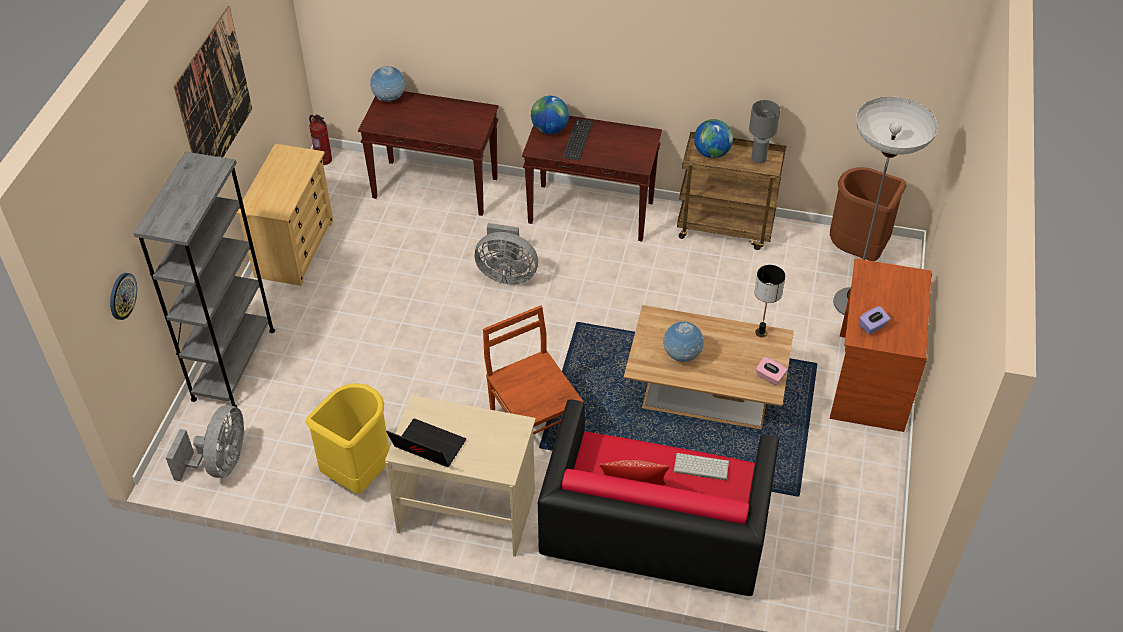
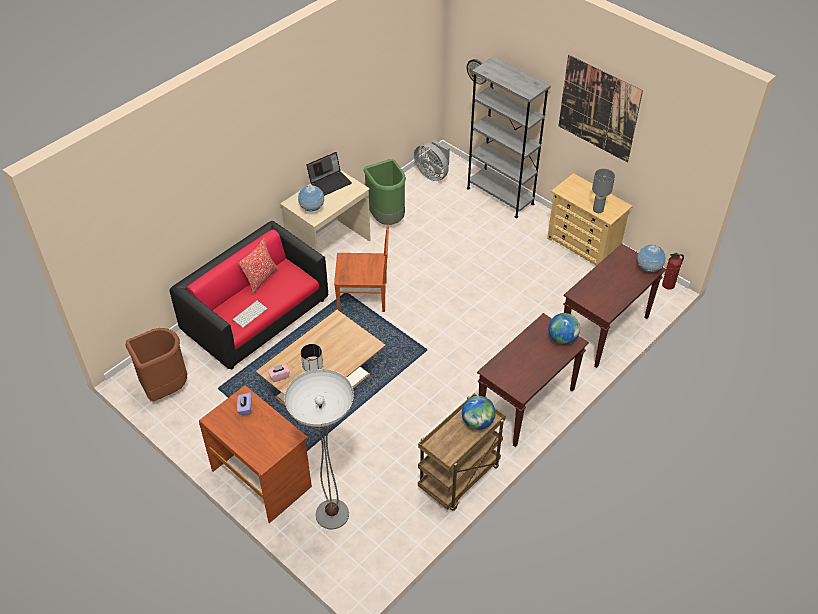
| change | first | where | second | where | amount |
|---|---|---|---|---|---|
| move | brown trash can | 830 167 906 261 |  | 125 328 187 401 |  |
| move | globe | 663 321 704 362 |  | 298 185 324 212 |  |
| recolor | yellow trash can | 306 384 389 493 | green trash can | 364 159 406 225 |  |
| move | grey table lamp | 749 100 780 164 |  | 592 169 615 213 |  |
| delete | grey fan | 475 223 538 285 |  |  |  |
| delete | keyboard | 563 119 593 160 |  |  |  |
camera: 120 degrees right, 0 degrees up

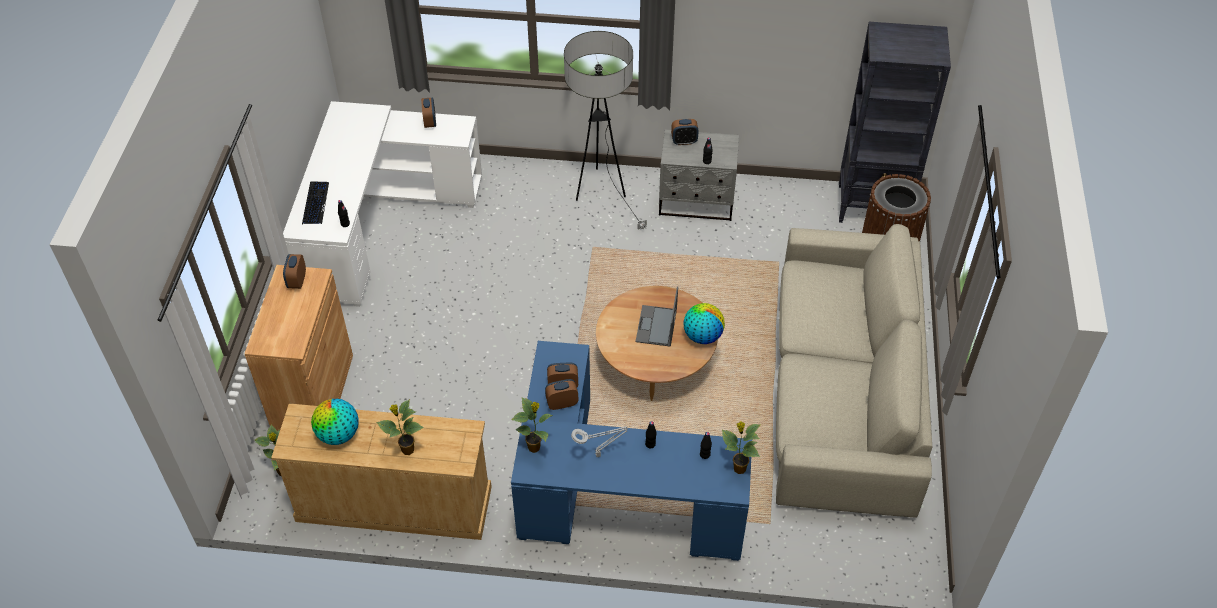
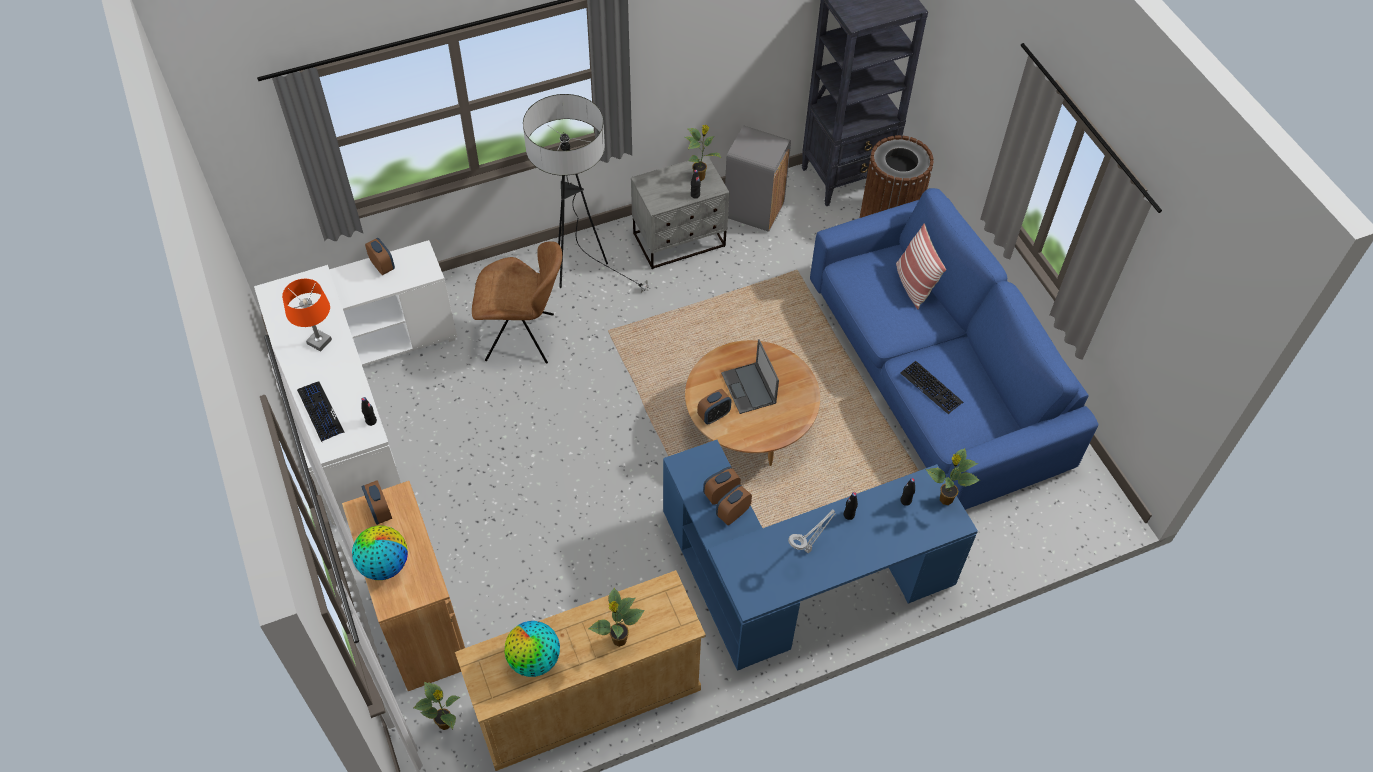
| change | first | where | second | where | amount |
|---|---|---|---|---|---|
| insert |  |  | orange table lamp | 282 279 332 351 |  |
| move | globe | 683 303 725 344 |  | 352 525 408 580 |  |
| insert |  |  | brown chair | 472 241 562 364 |  |
| move | potted plant | 511 398 553 453 |  | 685 125 721 181 |  |
| move | alarm clock | 671 119 699 145 |  | 697 389 731 424 |  |
| insert |  |  | grey trash can | 725 126 791 232 |  |
| recolor | beige sofa | 776 224 932 518 | blue sofa | 810 188 1098 510 |  |
| insert |  |  | pillow | 896 223 946 309 |  |
| insert |  |  | keyboard | 901 361 963 414 |  |
camera: 30 degrees left, 5 degrees up

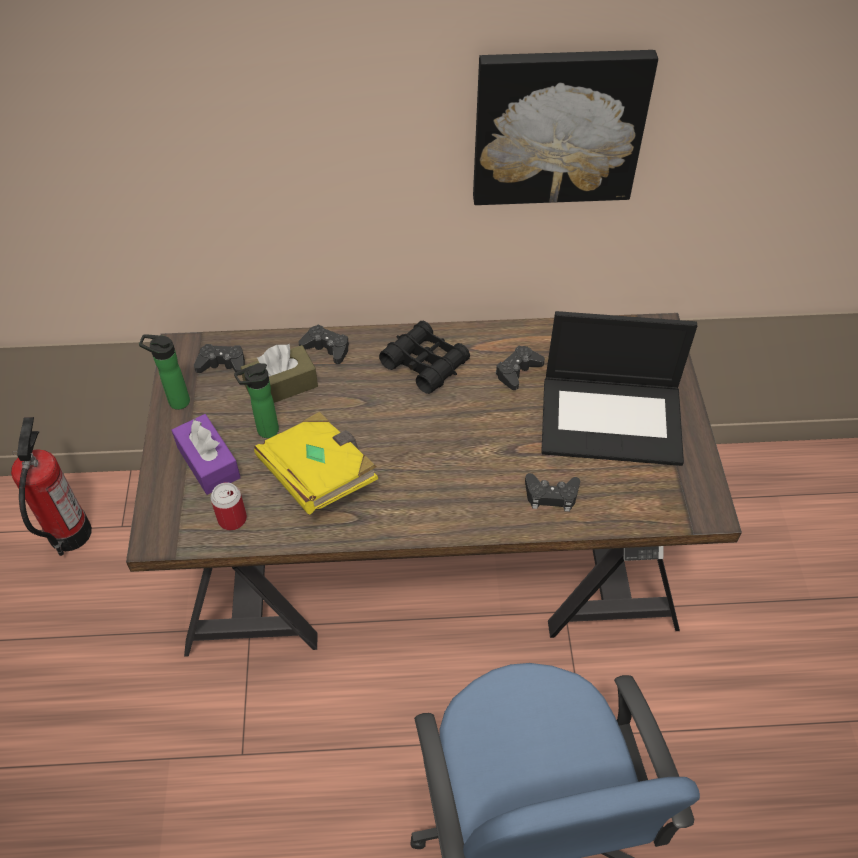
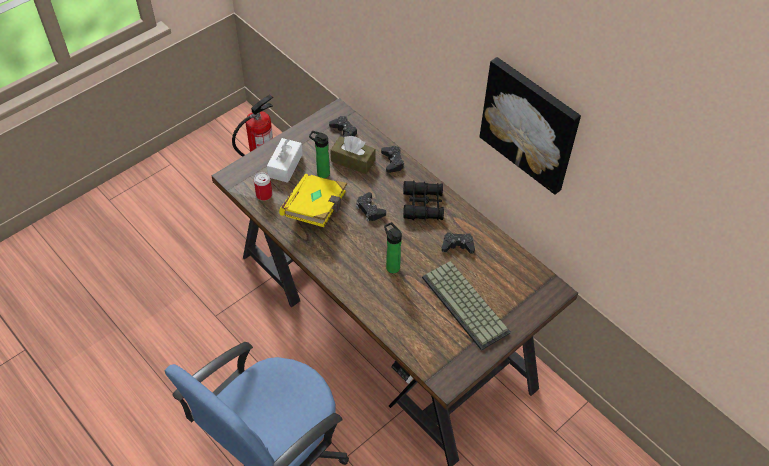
| change | first | where | second | where | amount |
|---|---|---|---|---|---|
| recolor | purple tissue box | 171 414 241 495 | white tissue box | 267 138 303 183 |  |
| move | black game controller | 525 473 580 512 |  | 356 192 386 221 |  |
| move | bottle | 139 334 190 410 |  | 384 222 402 273 |  |
| replace | laptop | 541 311 697 466 | keyboard | 422 261 511 351 |  |
camera: 50 degrees right, 0 degrees up

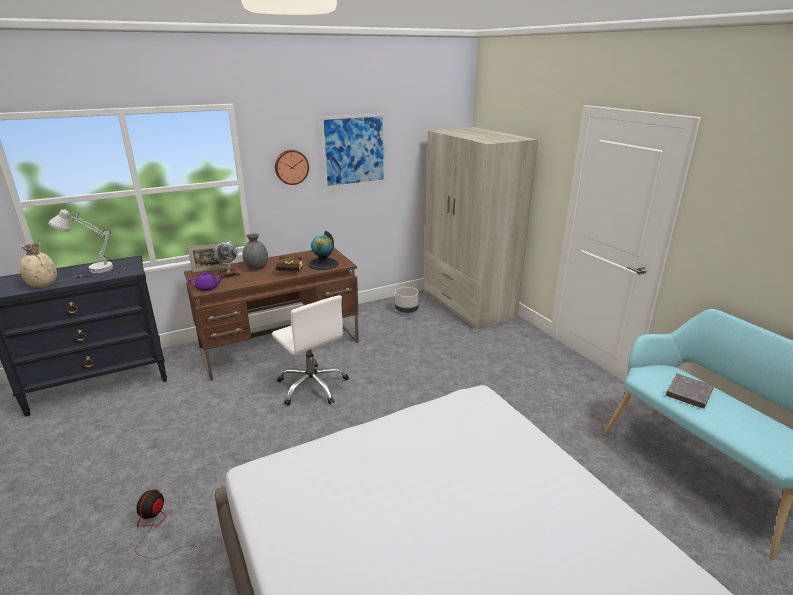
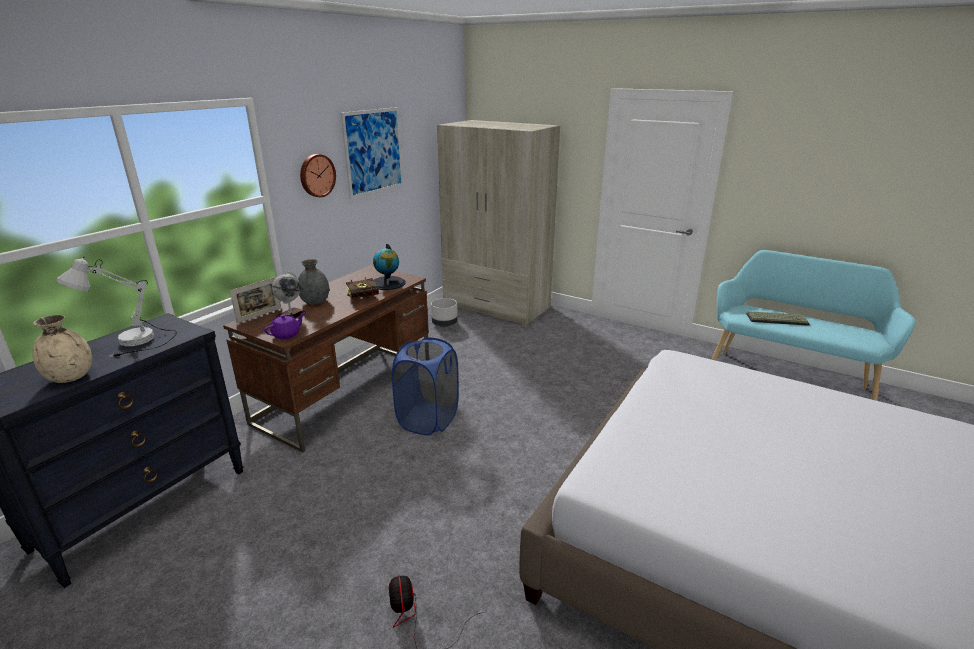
| change | first | where | second | where | amount |
|---|---|---|---|---|---|
| replace | white office chair | 272 295 349 406 | blue laundry basket | 392 337 459 435 |  |
| replace | grey book | 666 374 714 409 | keyboard | 746 311 810 326 |  |
camera: 30 degrees left, 0 degrees up

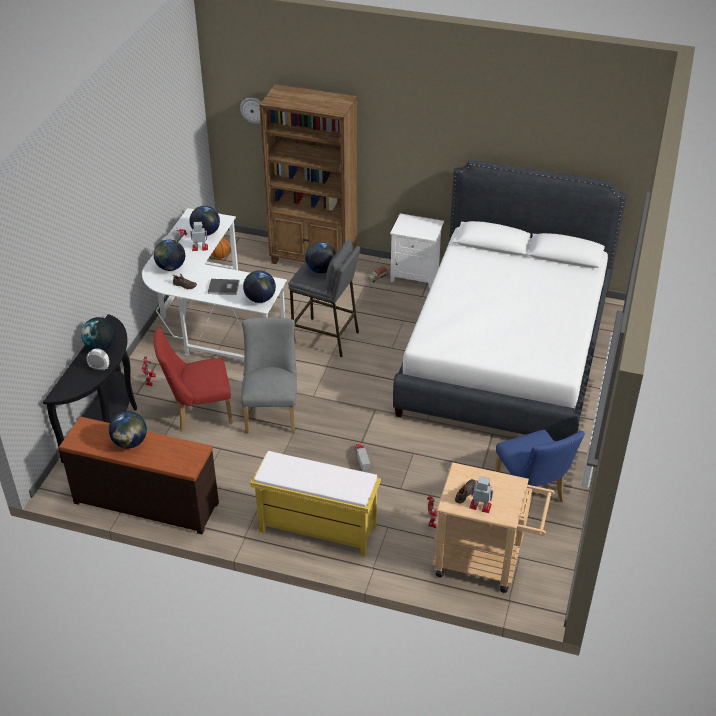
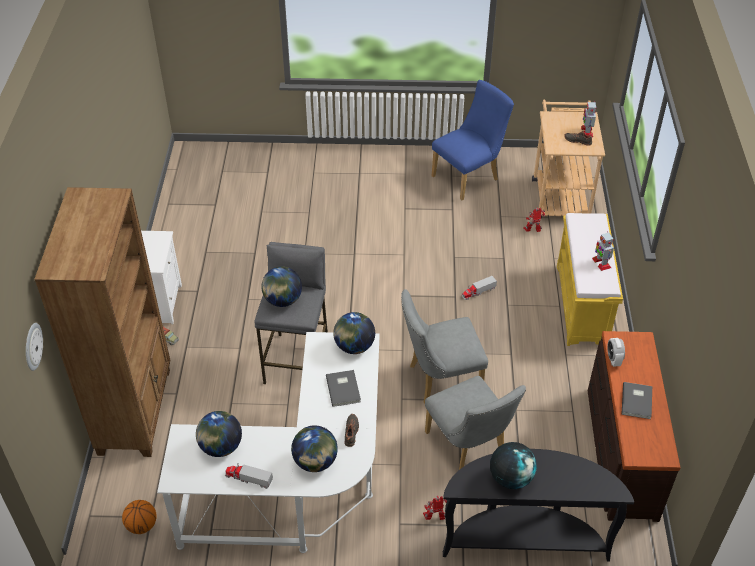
| change | first | where | second | where | amount |
|---|---|---|---|---|---|
| recolor | red chair | 154 328 233 431 | grey chair | 425 376 526 470 |  |
| move | toy robot | 190 222 208 251 |  | 592 231 614 271 |  |
| move | alarm clock | 87 348 109 370 |  | 607 338 625 367 |  |
| replace | globe | 109 411 147 448 | grey book | 622 382 652 419 |  |
| delete | white bed | 393 160 627 441 |  |  |  |
camera: 105 degrees left, 5 degrees up

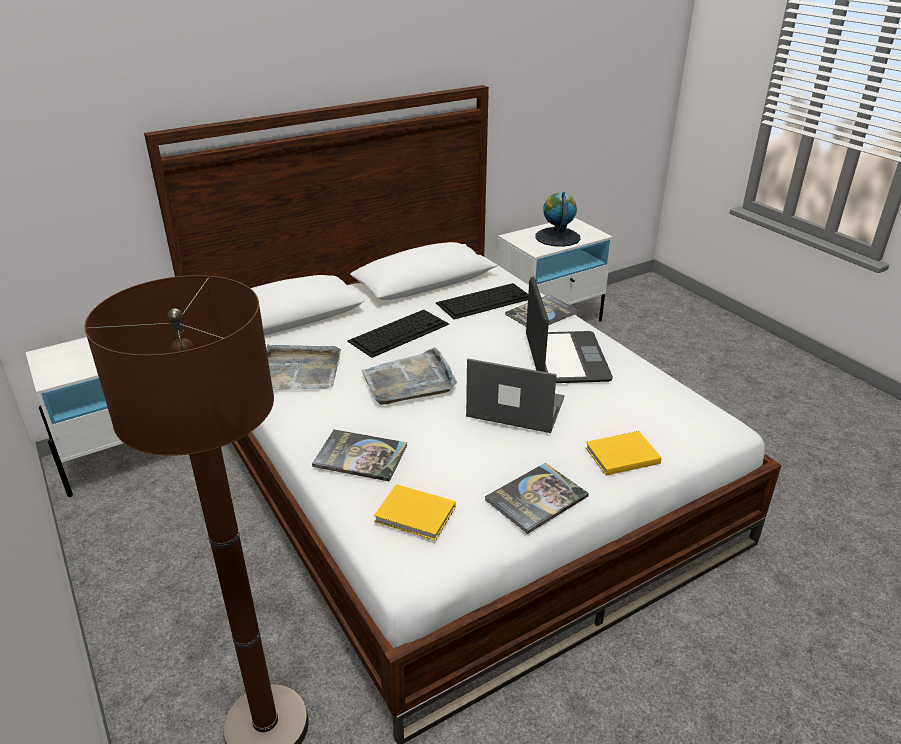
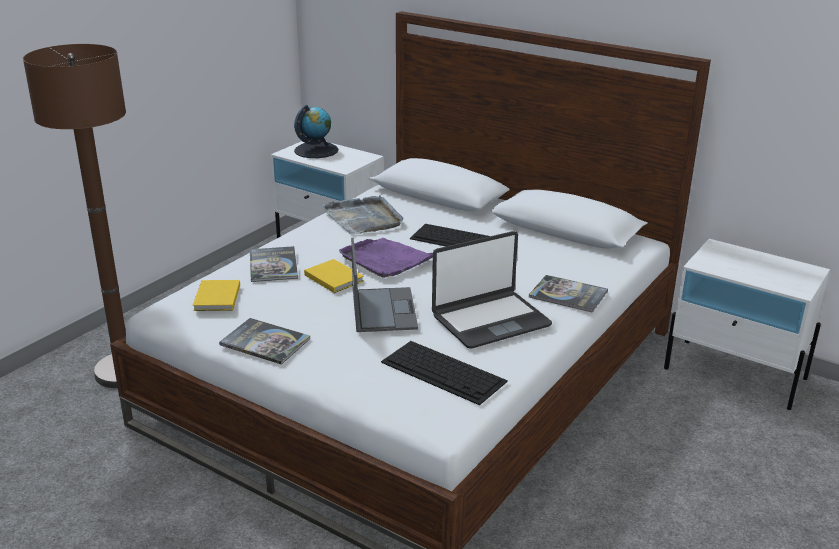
| change | first | where | second | where | amount |
|---|---|---|---|---|---|
| move | globe | 535 192 580 247 |  | 294 105 338 158 |  |
| move | yellow book | 585 431 662 475 |  | 304 259 364 293 |  |
| recolor | grey tray | 362 347 457 405 | purple tray | 339 238 433 278 |  |
| move | keyboard | 436 283 528 319 |  | 381 341 508 405 |  |
camera: 65 degrees right, 5 degrees down

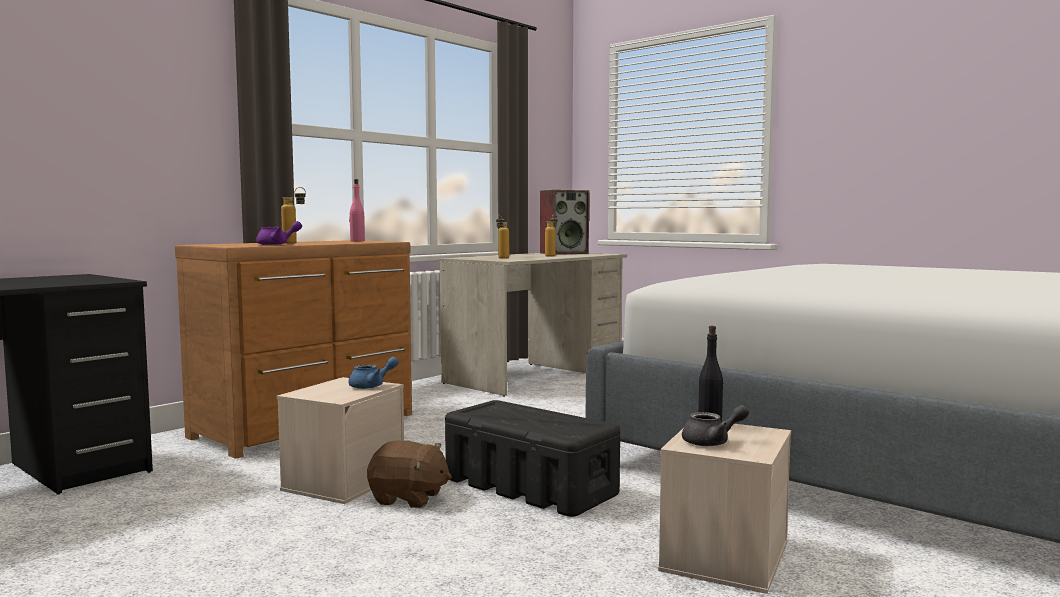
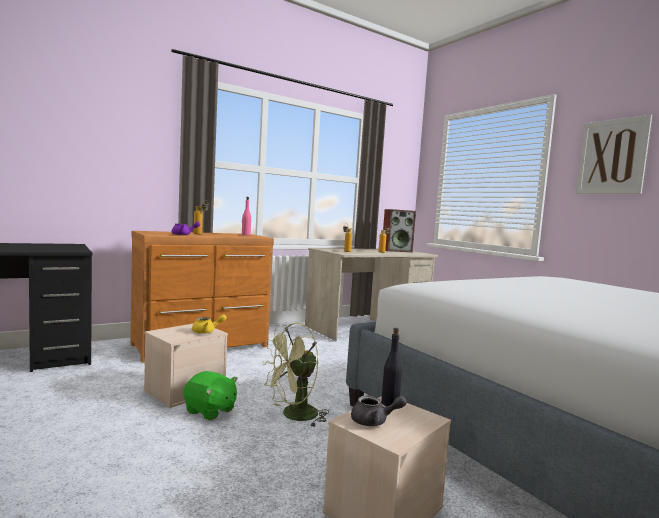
| change | first | where | second | where | amount |
|---|---|---|---|---|---|
| recolor | brown plush toy | 367 440 452 508 | green plush toy | 183 371 238 420 |  |
| recolor | blue teapot | 349 357 399 389 | yellow teapot | 192 314 227 334 |  |
| replace | black storage box | 445 400 620 517 | green fan | 262 322 329 427 |  |
| insert |  |  | picture | 576 115 652 194 |  |
camera: 15 degrees right, 0 degrees up

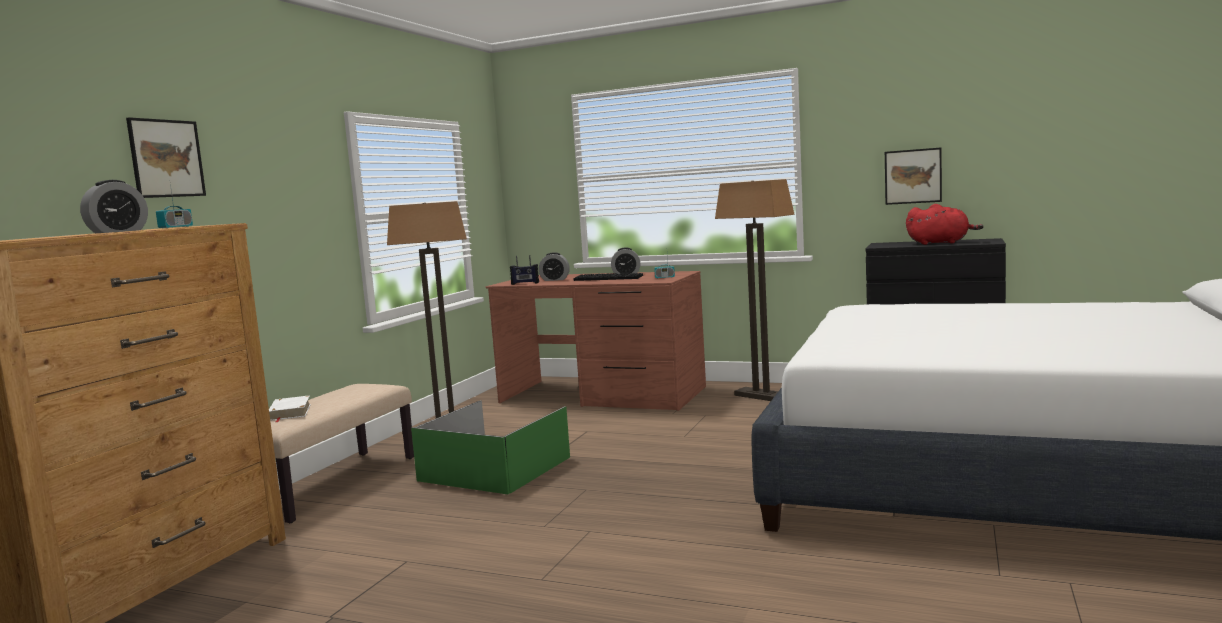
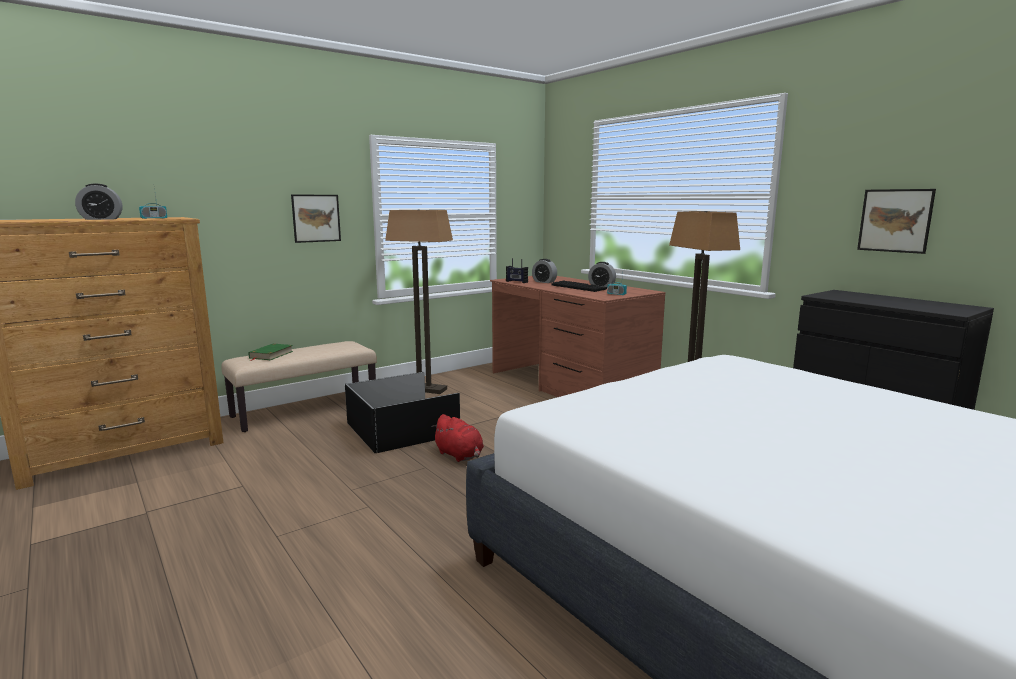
| change | first | where | second | where | amount |
|---|---|---|---|---|---|
| recolor | white book | 269 395 311 422 | green book | 249 343 293 361 |  |
| move | picture | 126 117 206 198 |  | 291 195 341 243 |  |
| recolor | green storage box | 411 400 570 494 | black storage box | 345 372 460 453 |  |
| move | red plush toy | 906 204 983 245 |  | 432 414 484 462 |  |
camera: 30 degrees right, 5 degrees up

